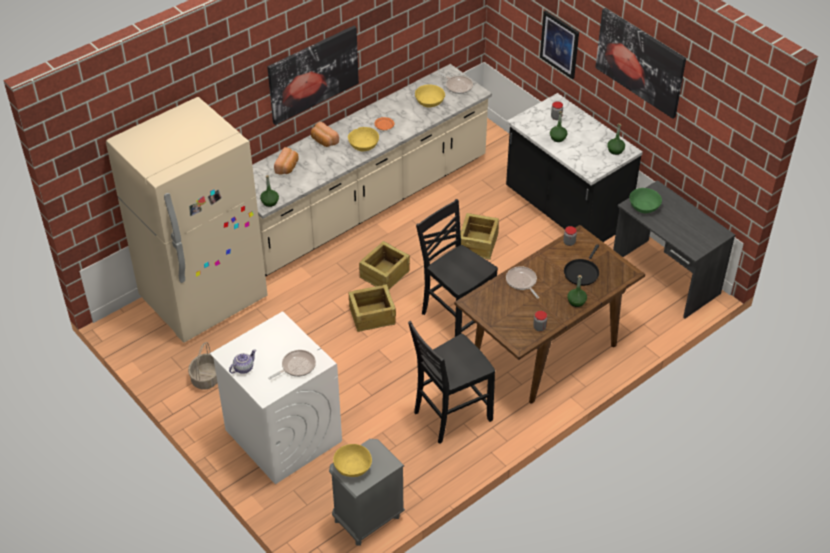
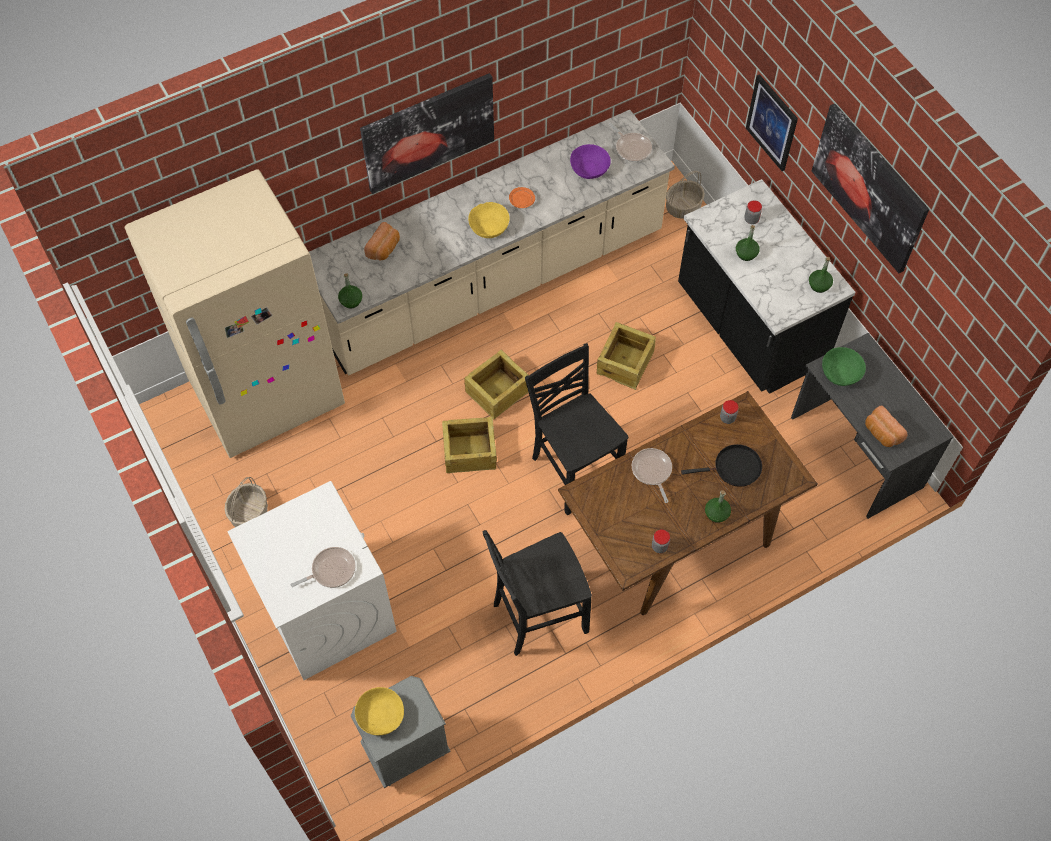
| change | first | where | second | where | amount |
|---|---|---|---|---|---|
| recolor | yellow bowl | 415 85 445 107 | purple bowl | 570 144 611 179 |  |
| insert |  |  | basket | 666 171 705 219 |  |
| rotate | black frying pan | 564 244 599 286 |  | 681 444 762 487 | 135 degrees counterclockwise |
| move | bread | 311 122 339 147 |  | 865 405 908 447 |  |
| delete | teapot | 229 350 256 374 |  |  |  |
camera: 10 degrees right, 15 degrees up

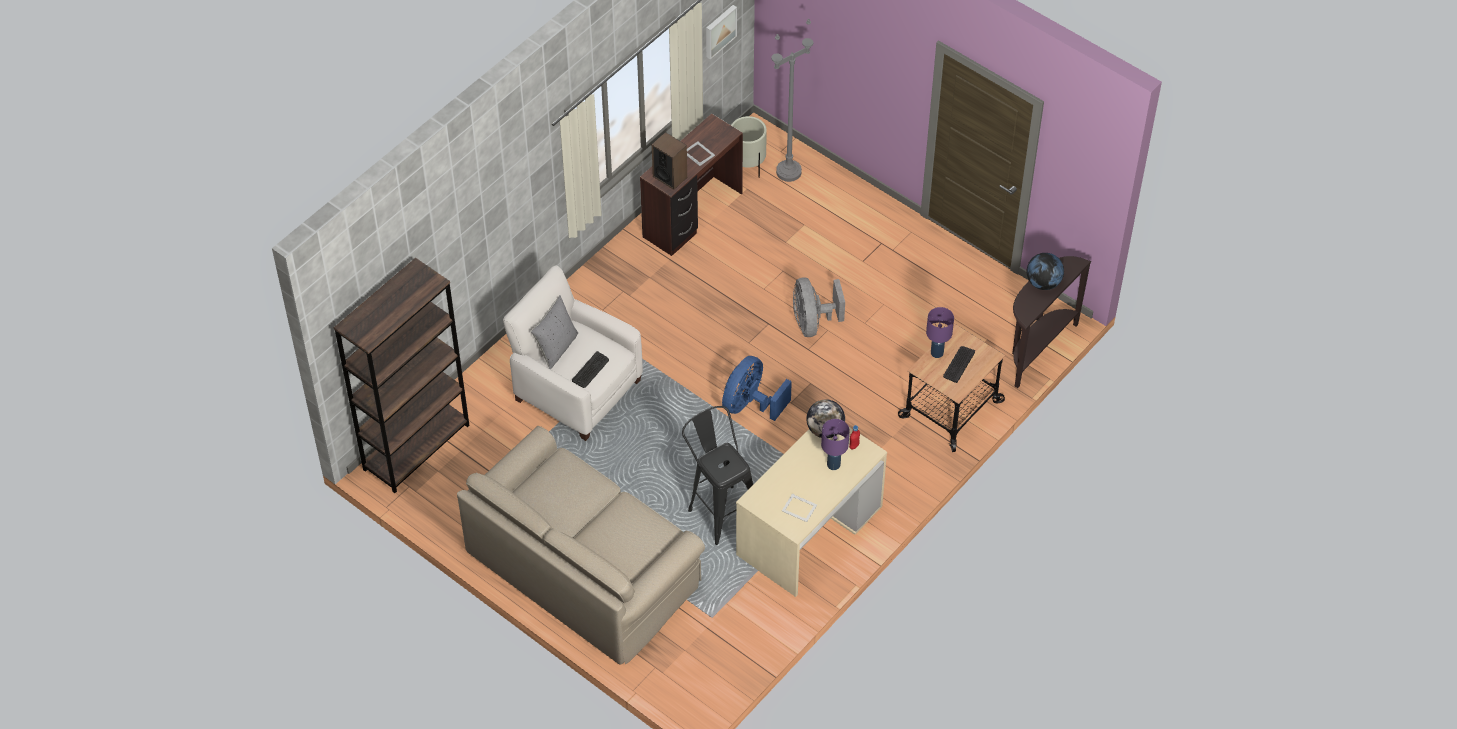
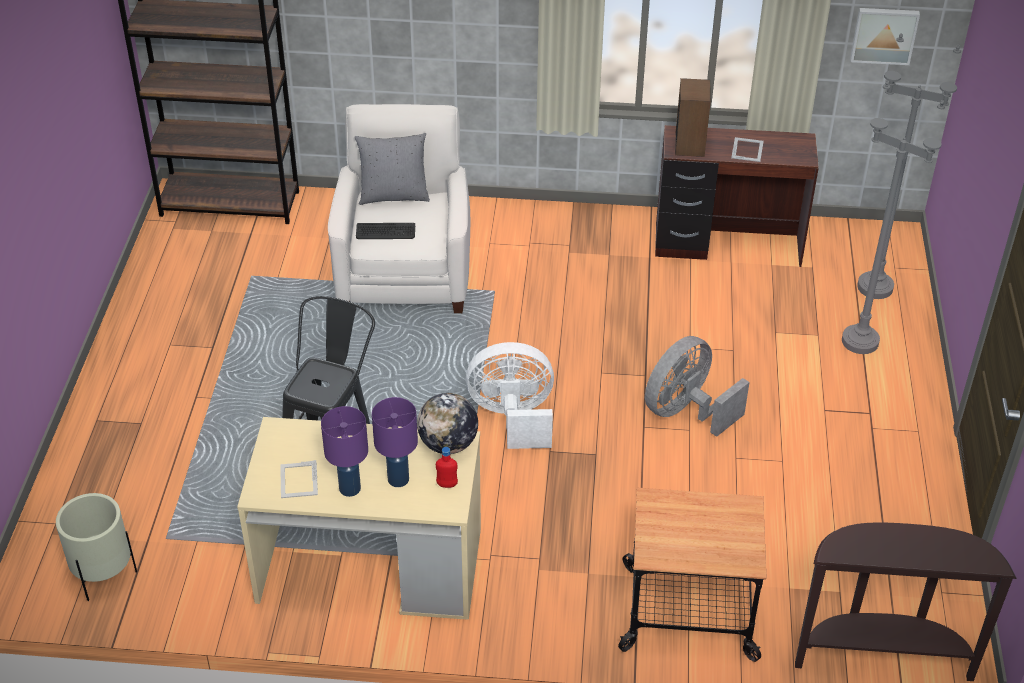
| change | first | where | second | where | amount |
|---|---|---|---|---|---|
| move | beige planter | 731 116 767 178 |  | 56 493 137 601 |  |
| move | purple table lamp | 926 307 954 358 |  | 321 406 368 497 |  |
| recolor | blue fan | 722 356 792 421 | white fan | 466 342 554 449 |  |
| insert |  |  | grey floor lamp | 842 80 945 354 |  |
| delete | beige sofa | 457 426 705 665 |  |  |  |
| delete | keyboard | 943 346 975 383 |  |  |  |
| delete | globe | 1026 253 1064 290 |  |  |  |
camera: 55 degrees right, 10 degrees down

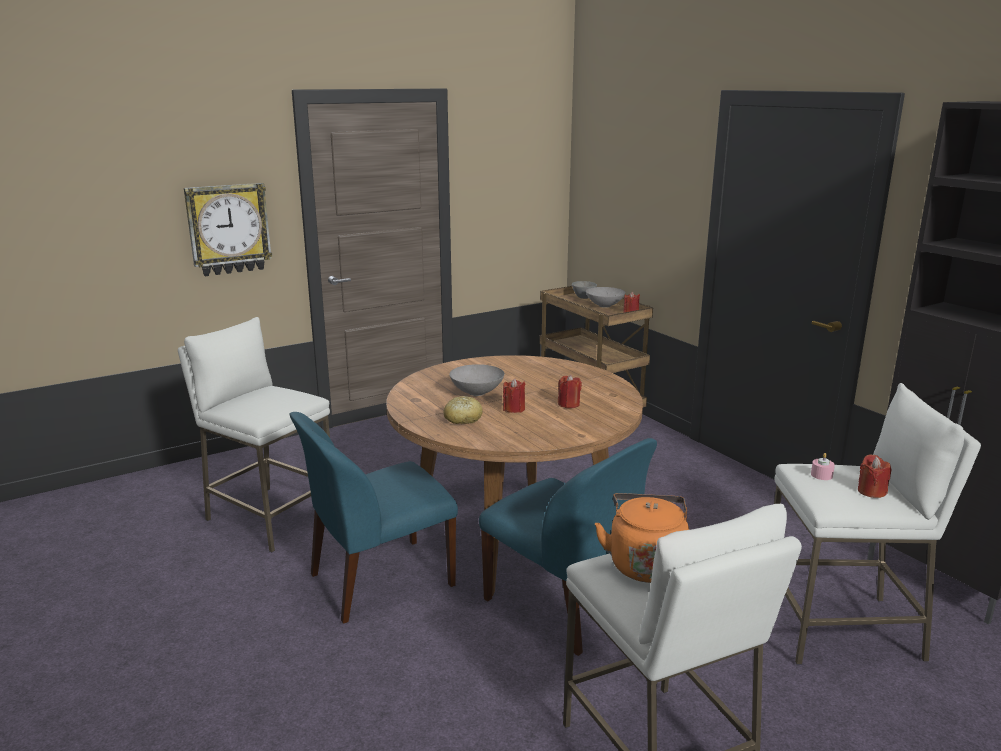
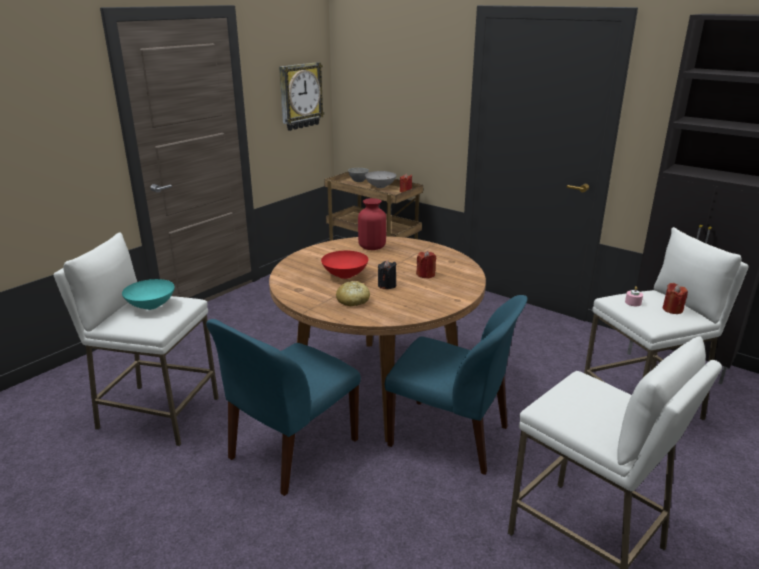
| change | first | where | second | where | amount |
|---|---|---|---|---|---|
| insert |  |  | turquoise bowl | 122 279 175 310 |  |
| move | wall clock | 184 183 272 276 |  | 279 62 325 131 |  |
| recolor | grey bowl | 449 364 504 396 | red bowl | 321 251 368 279 |  |
| insert |  |  | red vase | 358 198 386 250 |  |
| recolor | red candle | 503 378 525 413 | black candle | 378 260 396 289 |  |
| delete | orange kettle | 595 493 689 583 |  |  |  |
camera: 20 degrees left, 5 degrees up

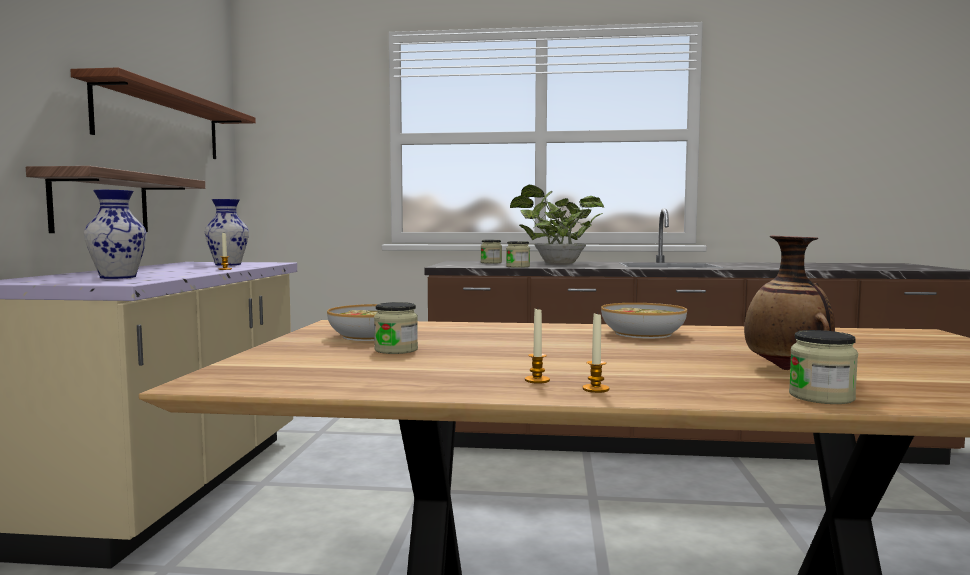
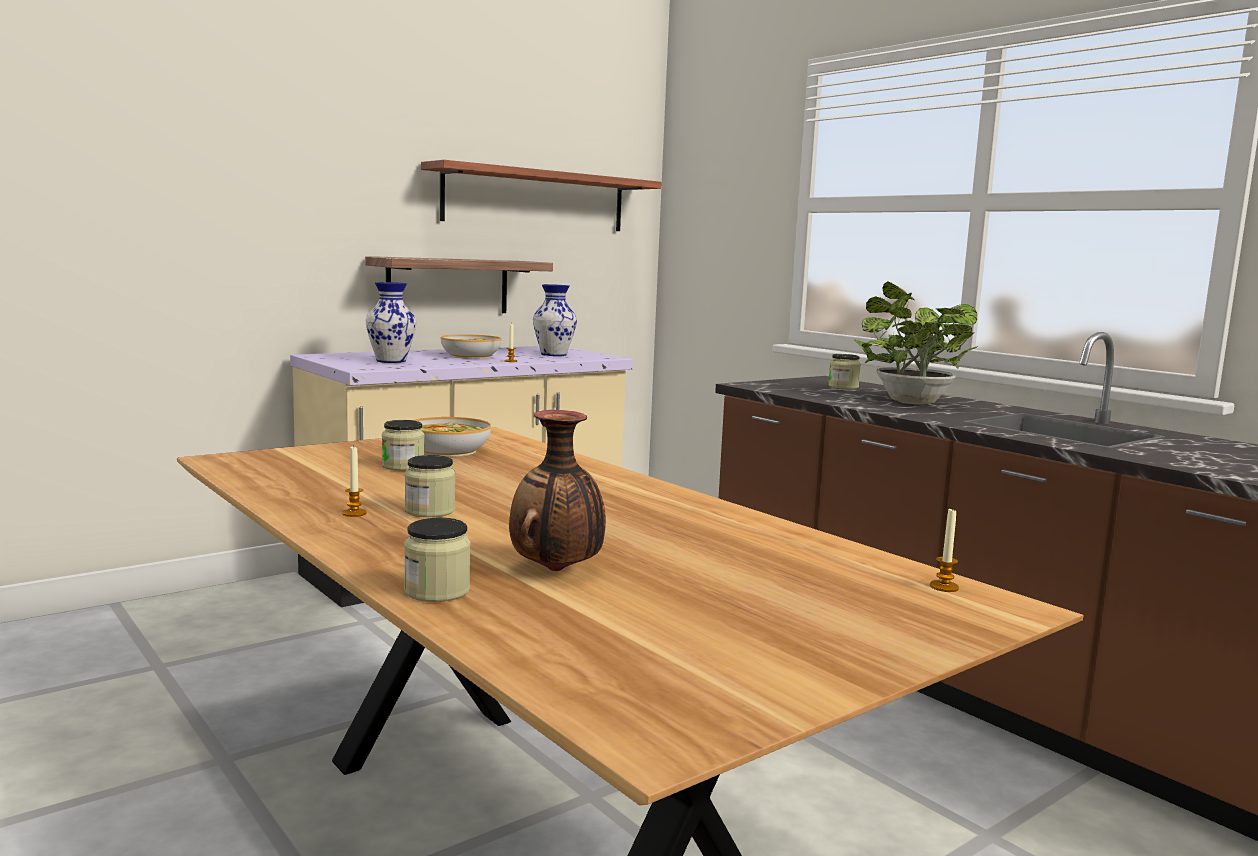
| change | first | where | second | where | amount |
|---|---|---|---|---|---|
| move | jar | 506 241 530 268 |  | 405 455 456 517 |  |
| move | bowl | 601 303 687 339 |  | 441 334 501 359 |  |
| move | candle | 583 312 609 393 |  | 930 507 959 592 |  |
camera: 45 degrees right, 5 degrees up

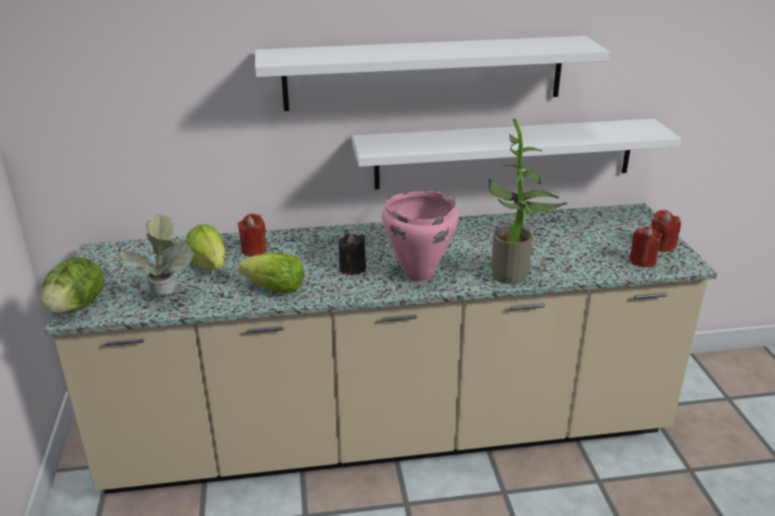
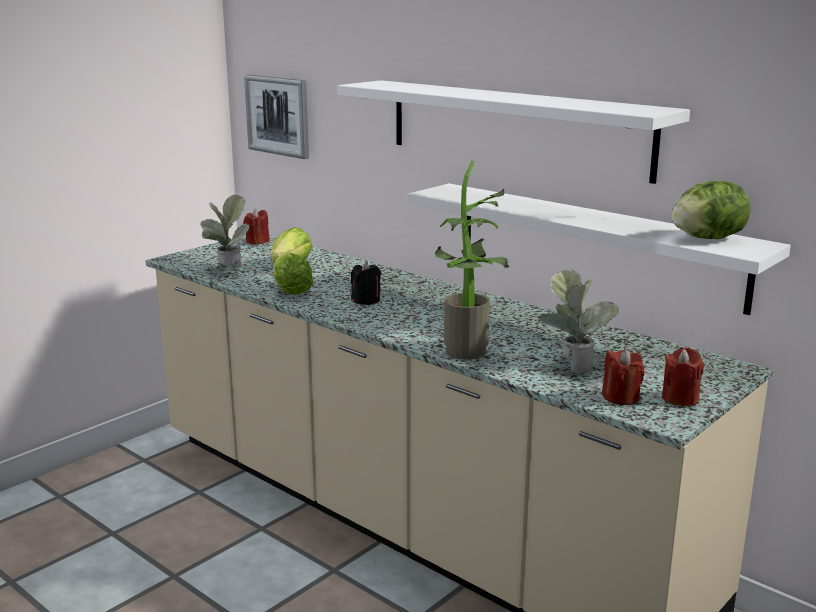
| change | first | where | second | where | amount |
|---|---|---|---|---|---|
| move | red candle | 238 214 267 256 |  | 243 209 270 245 |  |
| insert |  |  | picture | 244 75 309 159 |  |
| insert |  |  | potted plant | 538 269 619 374 |  |
| move | lettuce | 41 257 104 314 |  | 671 181 750 239 |  |
| delete | pink cooking pot | 382 191 459 282 |  |  |  |
camera: 50 degrees right, 10 degrees down

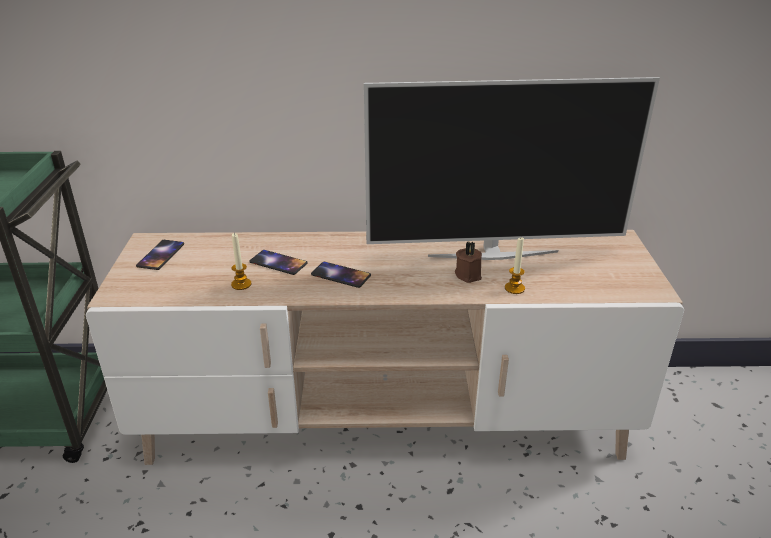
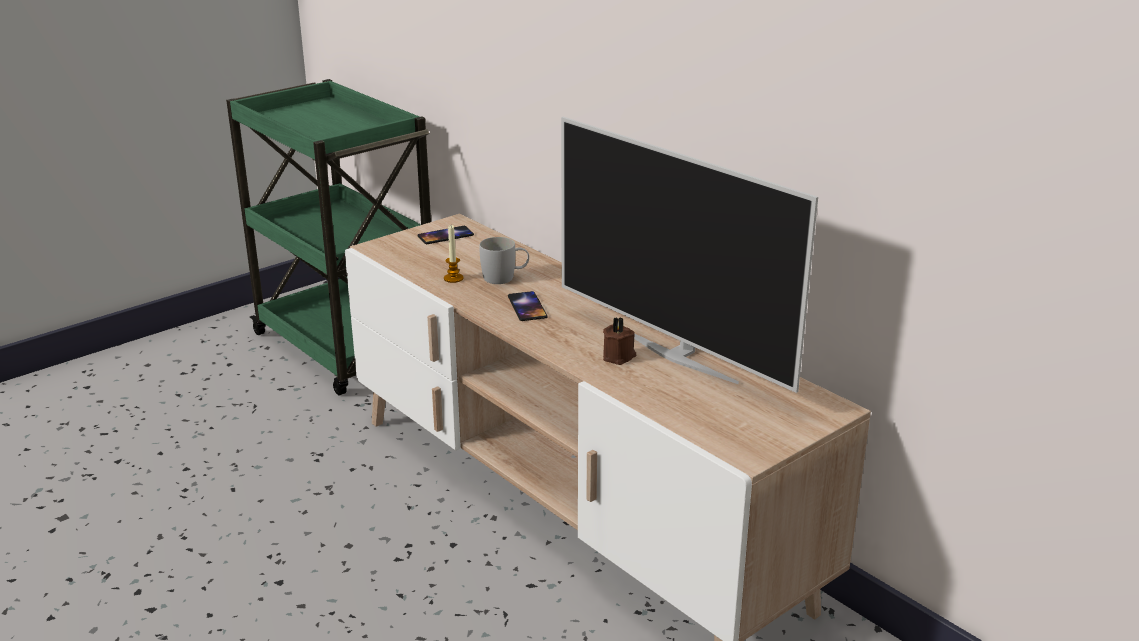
| change | first | where | second | where | amount |
|---|---|---|---|---|---|
| replace | phone | 249 250 308 275 | white mug | 479 237 529 284 |  |
| delete | candle | 505 237 525 294 |  |  |  |
camera: 50 degrees right, 5 degrees down

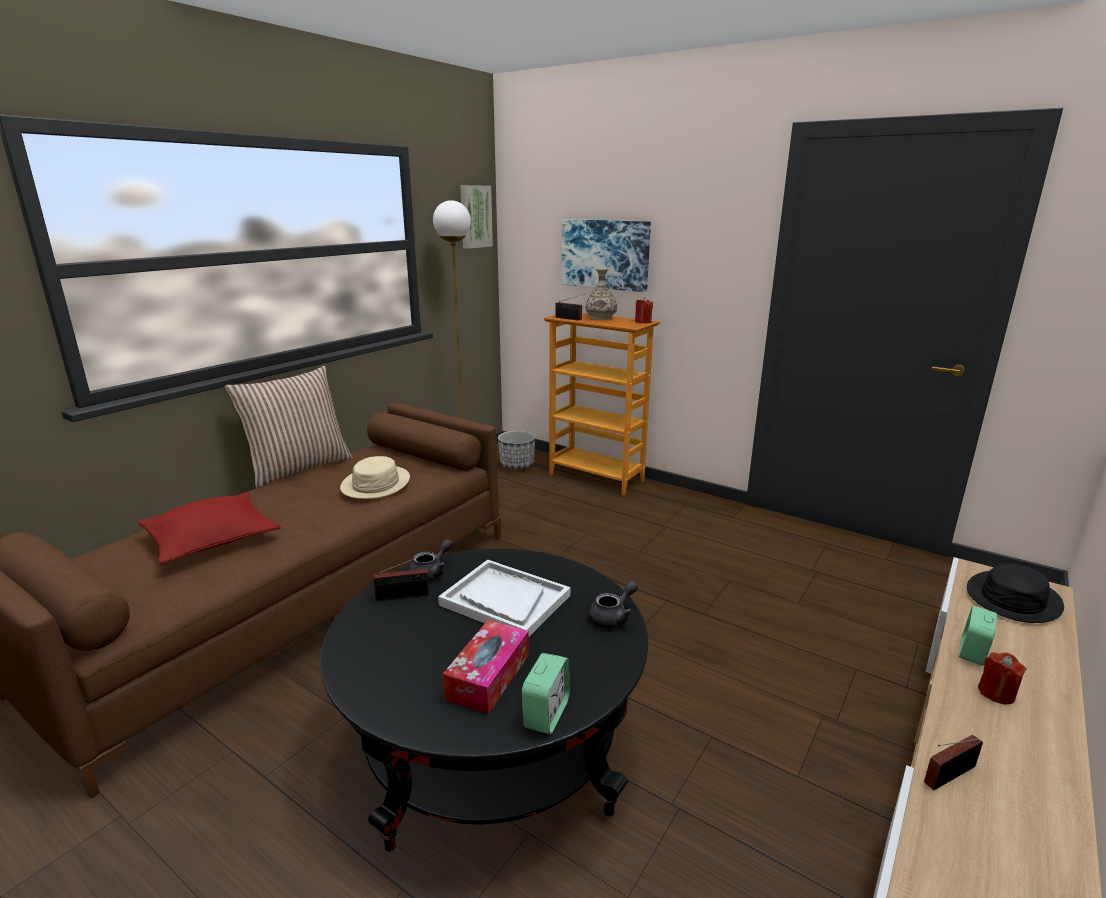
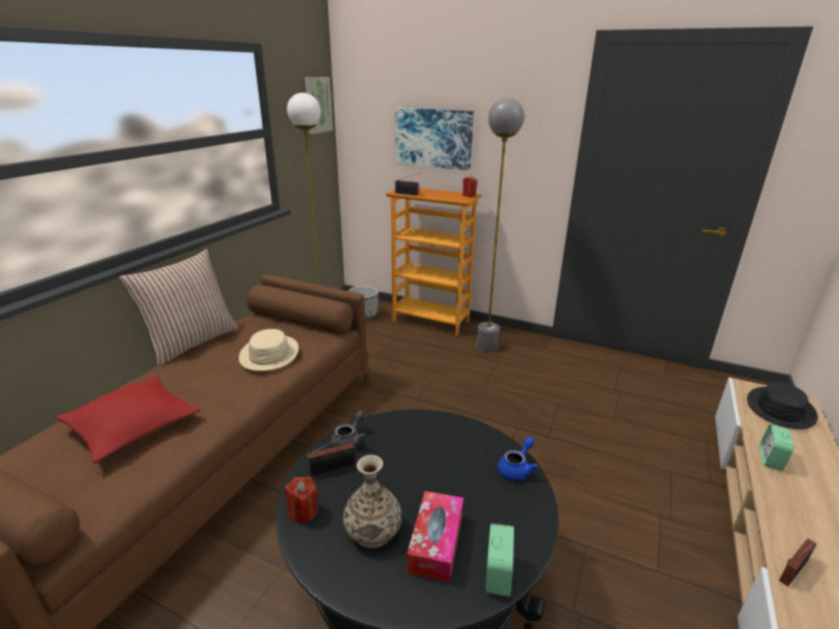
| change | first | where | second | where | amount |
|---|---|---|---|---|---|
| move | red candle | 978 652 1027 704 |  | 285 476 318 523 |  |
| move | vase | 586 268 617 320 |  | 343 455 402 548 |  |
| insert |  |  | grey floor lamp | 477 98 525 352 |  |
| recolor | grey teapot | 589 581 638 628 | blue teapot | 498 437 538 481 |  |
| delete | white tray | 438 560 570 637 |  |  |  |
camera: 10 degrees left, 5 degrees up

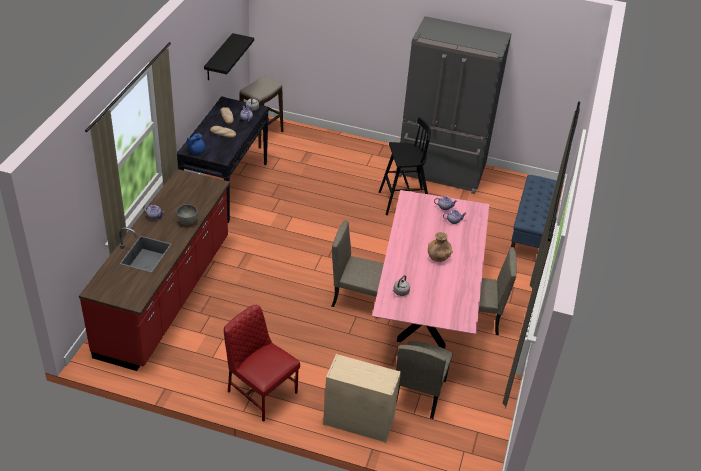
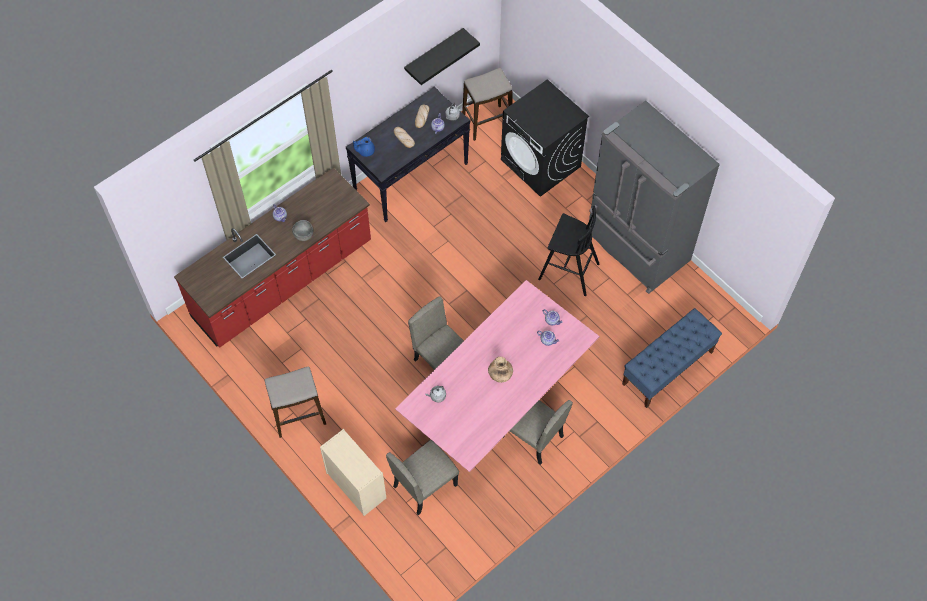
| change | first | where | second | where | amount |
|---|---|---|---|---|---|
| replace | red chair | 224 305 300 422 | stool | 265 366 326 438 |  |
| insert |  |  | black washing machine | 501 79 589 197 |  |
camera: 35 degrees right, 20 degrees up

